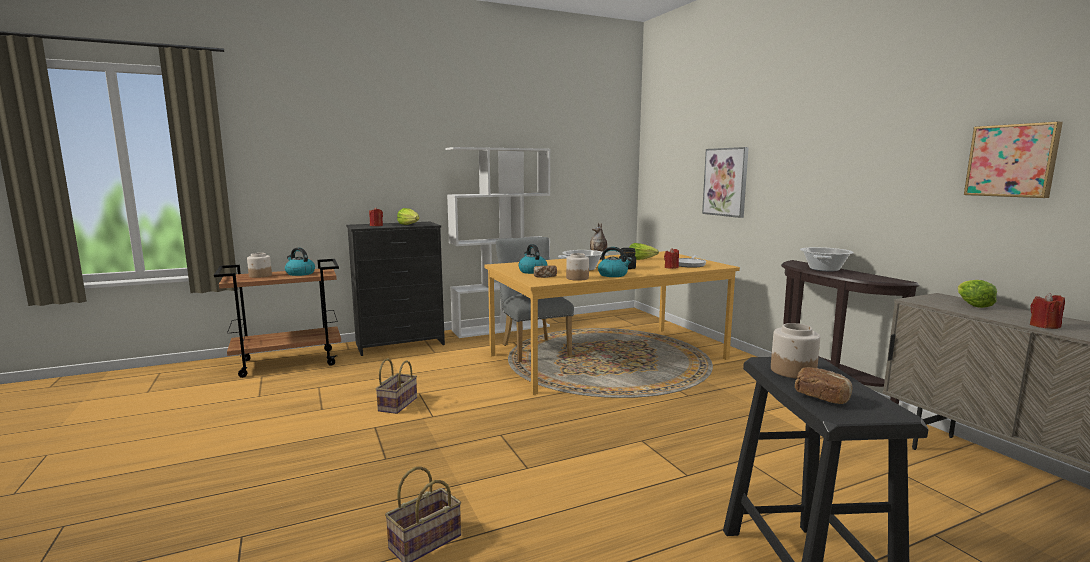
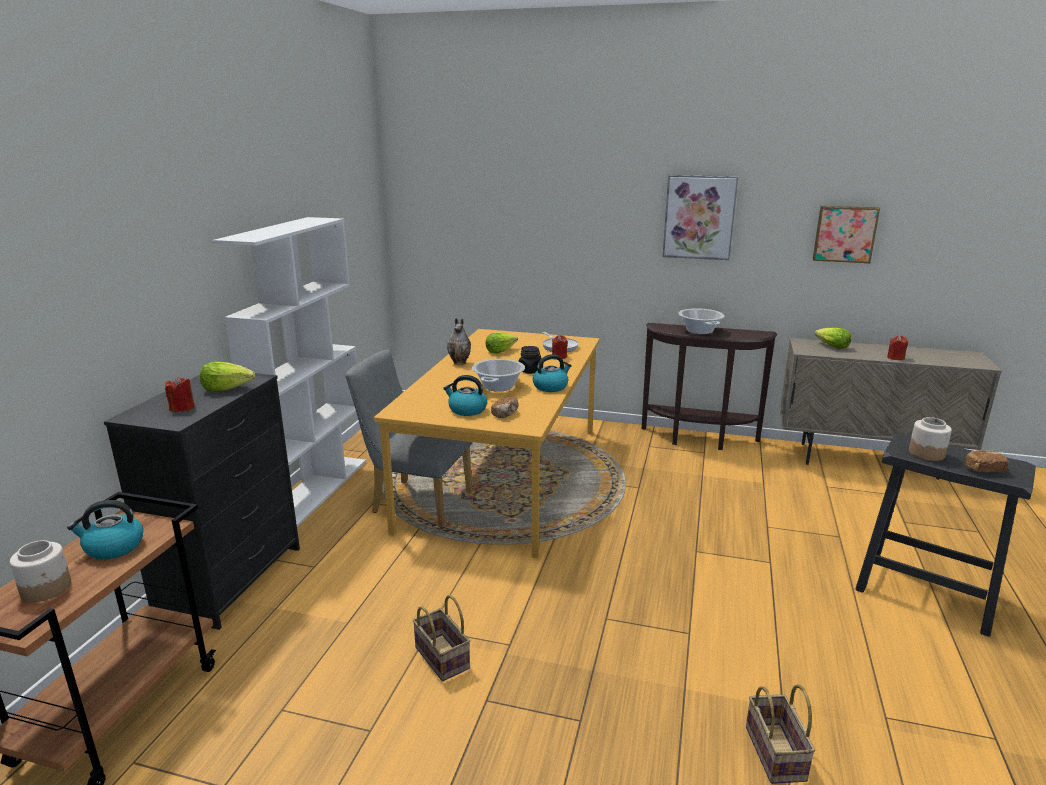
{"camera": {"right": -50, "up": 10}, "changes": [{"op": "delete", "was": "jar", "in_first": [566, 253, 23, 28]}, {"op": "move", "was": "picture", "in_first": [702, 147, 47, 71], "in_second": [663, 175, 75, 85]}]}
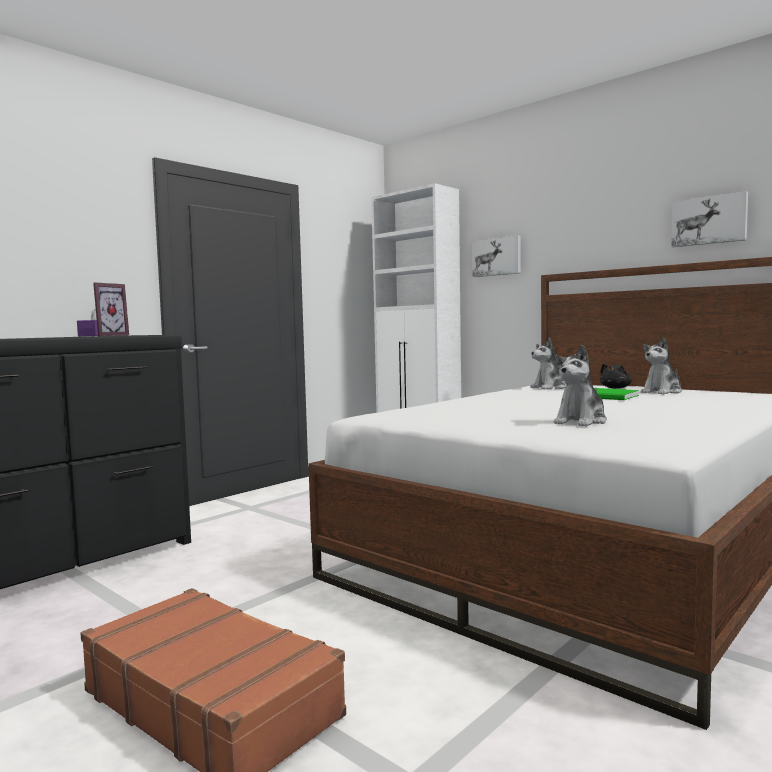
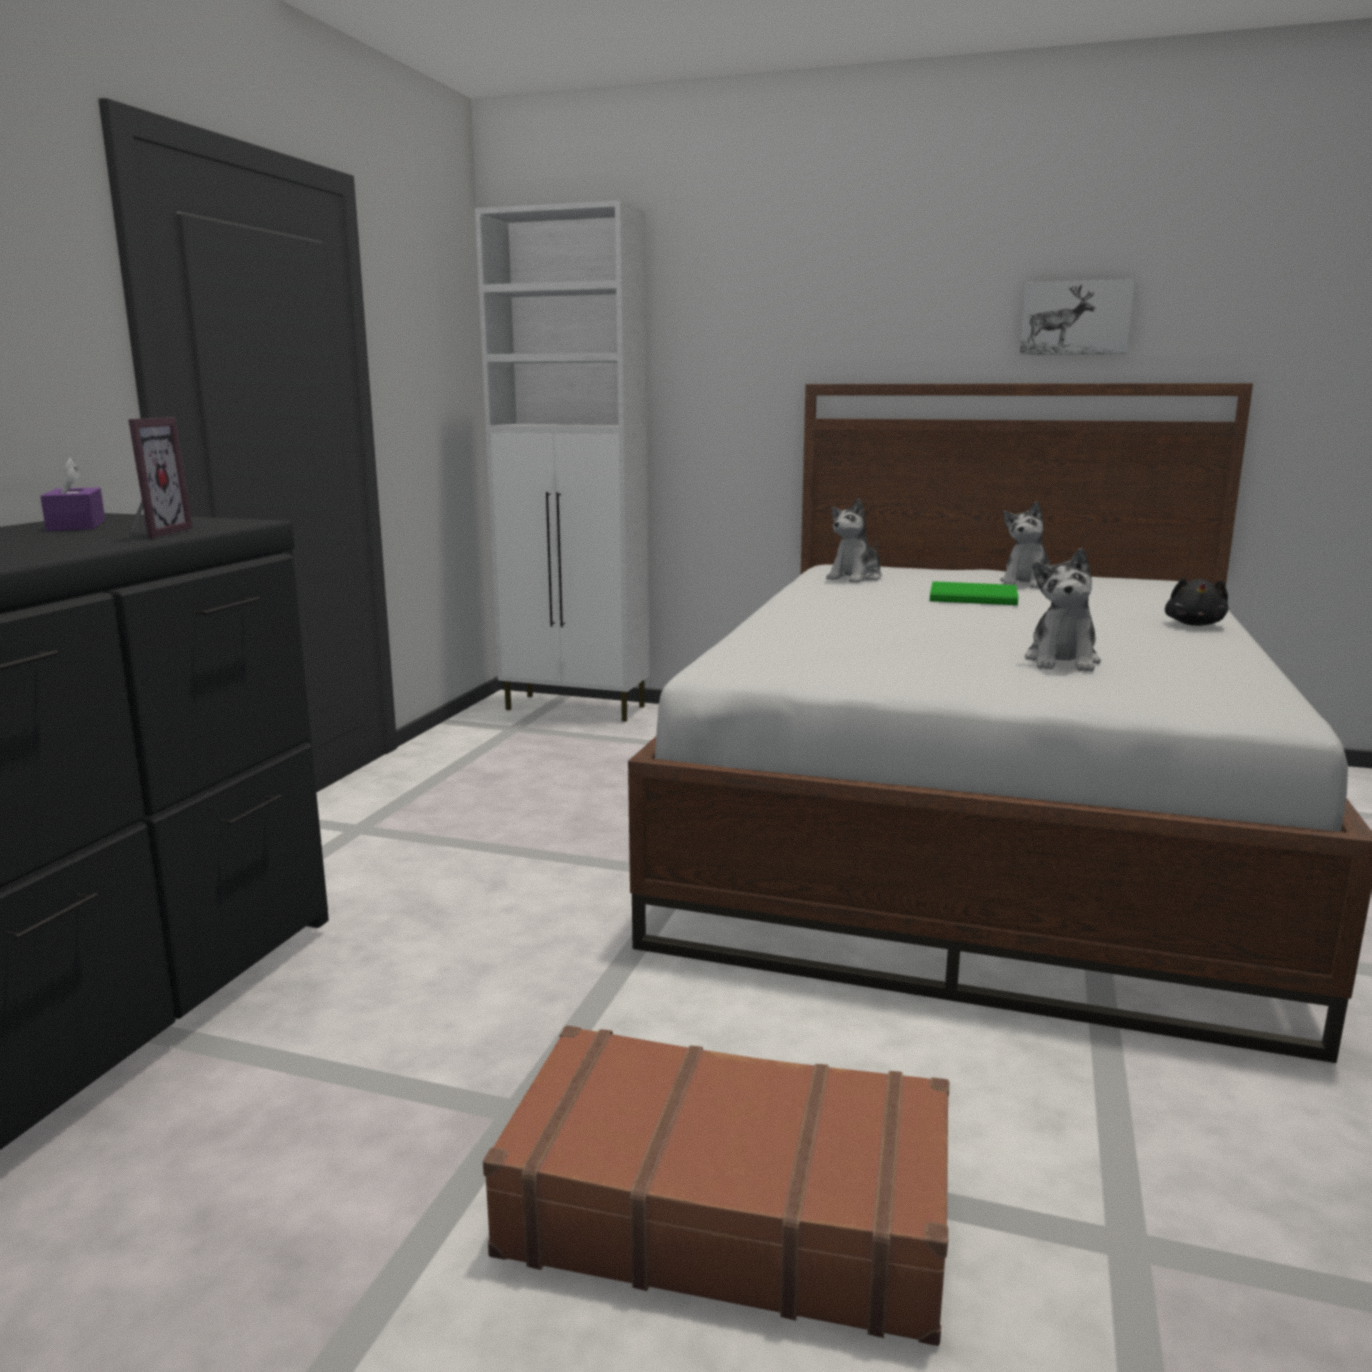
{"camera": {"right": -25, "up": 10}, "changes": [{"op": "delete", "was": "picture", "in_first": [472, 235, 49, 42]}, {"op": "move", "was": "black plush toy", "in_first": [600, 363, 32, 26], "in_second": [1165, 577, 63, 49]}]}
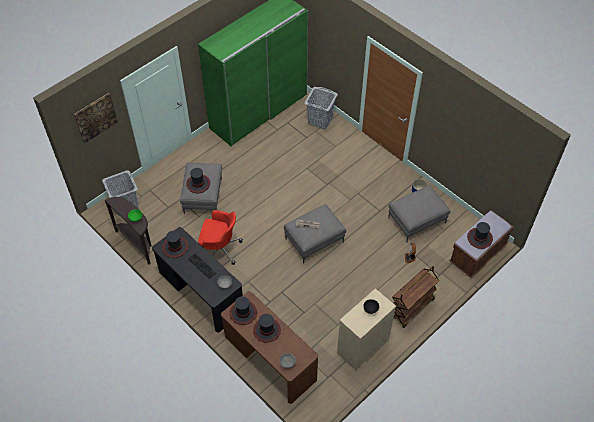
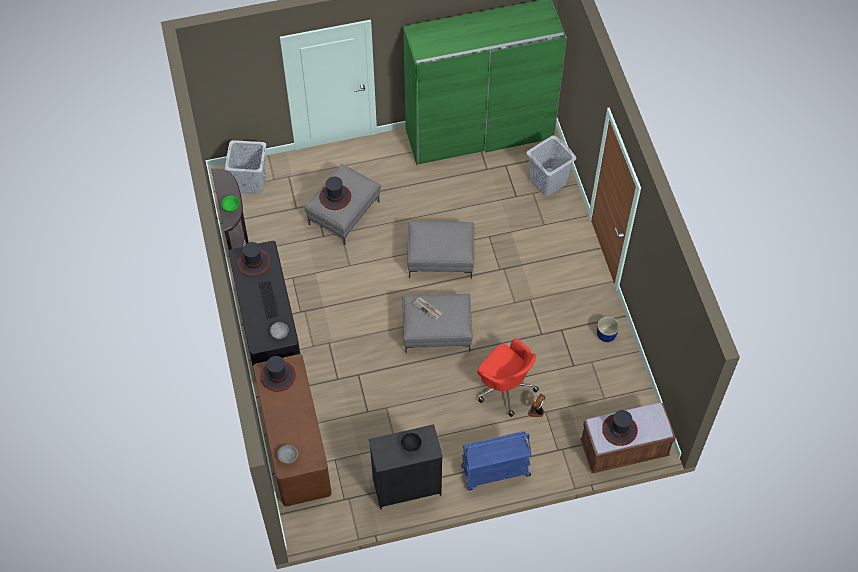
{"camera": {"right": 30, "up": 5}, "changes": [{"op": "delete", "was": "picture", "in_first": [74, 93, 44, 50]}, {"op": "move", "was": "red office chair", "in_first": [198, 210, 45, 55], "in_second": [477, 338, 62, 79]}, {"op": "delete", "was": "hat", "in_first": [253, 314, 28, 29]}, {"op": "recolor", "was": "beige dresser", "now": "black dresser", "in_first": [337, 288, 59, 83], "in_second": [369, 424, 74, 86]}, {"op": "move", "was": "grey ottoman", "in_first": [388, 185, 63, 57], "in_second": [407, 221, 67, 58]}, {"op": "recolor", "was": "brown cart", "now": "blue cart", "in_first": [392, 266, 47, 62], "in_second": [461, 431, 71, 59]}]}
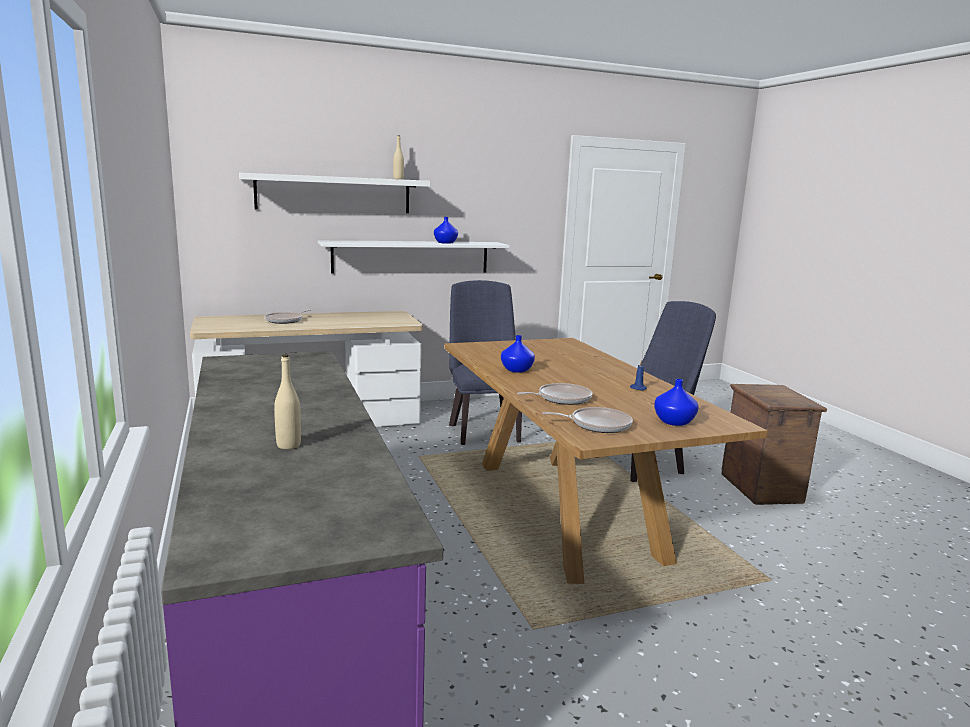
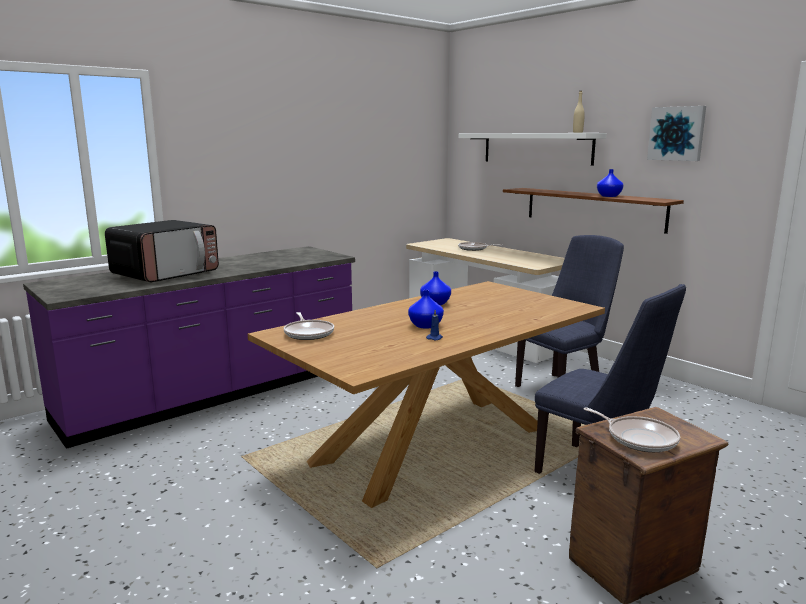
{"camera": {"right": 70, "up": 0}, "changes": [{"op": "replace", "was": "beige bottle", "now": "microwave", "in_first": [274, 354, 27, 95], "in_second": [105, 220, 114, 62]}, {"op": "recolor", "was": "white shelf", "now": "brown shelf", "in_first": [318, 240, 192, 33], "in_second": [503, 188, 181, 46]}, {"op": "move", "was": "frying pan", "in_first": [517, 383, 76, 22], "in_second": [584, 407, 96, 45]}, {"op": "move", "was": "blue vase", "in_first": [654, 379, 45, 47], "in_second": [408, 290, 36, 39]}, {"op": "insert", "now": "picture", "in_second": [647, 106, 59, 55]}]}
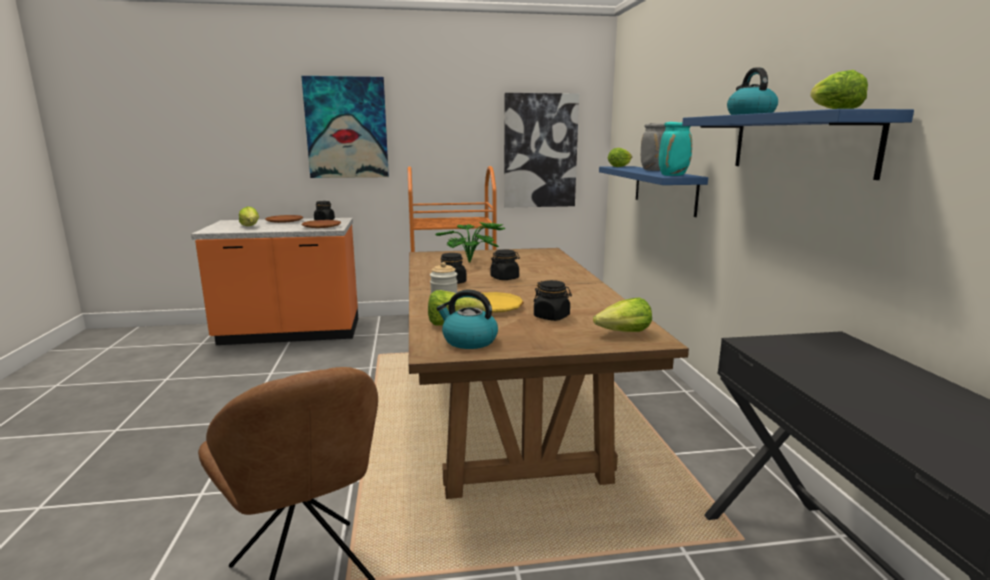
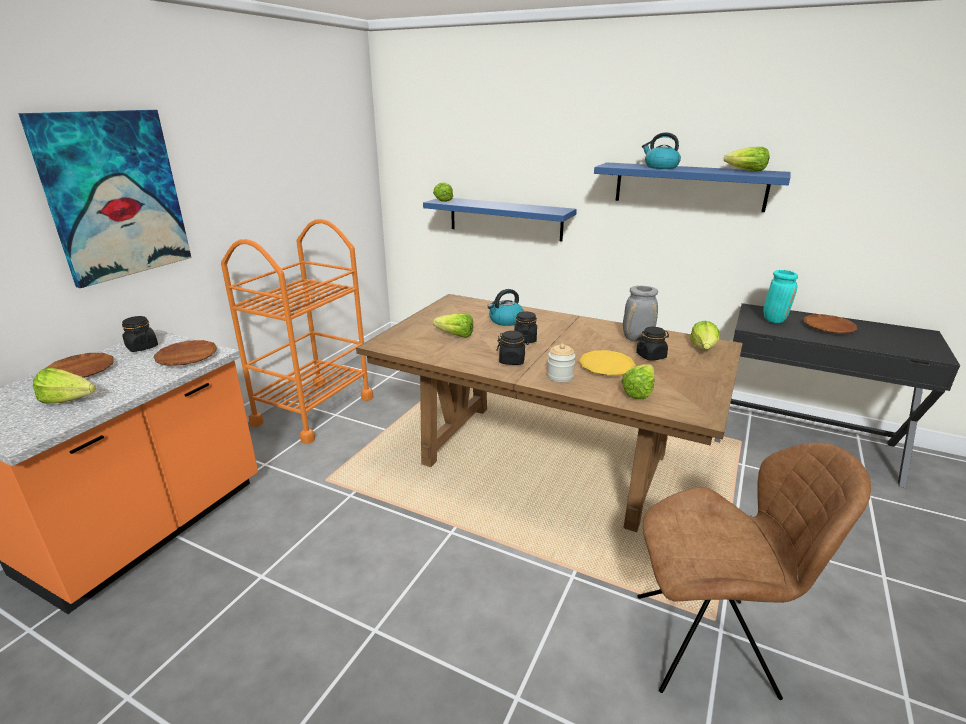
{"camera": {"right": -55, "up": 10}, "changes": [{"op": "replace", "was": "potted plant", "now": "lettuce", "in_first": [435, 222, 70, 41], "in_second": [433, 313, 40, 25]}, {"op": "move", "was": "kettle", "in_first": [436, 290, 62, 59], "in_second": [488, 289, 36, 37]}, {"op": "delete", "was": "picture", "in_first": [504, 93, 75, 115]}, {"op": "move", "was": "grey vase", "in_first": [641, 123, 25, 48], "in_second": [623, 286, 35, 55]}, {"op": "move", "was": "turquoise vase", "in_first": [659, 122, 33, 54], "in_second": [763, 270, 35, 53]}, {"op": "insert", "now": "brown plate", "in_second": [804, 314, 53, 19]}]}
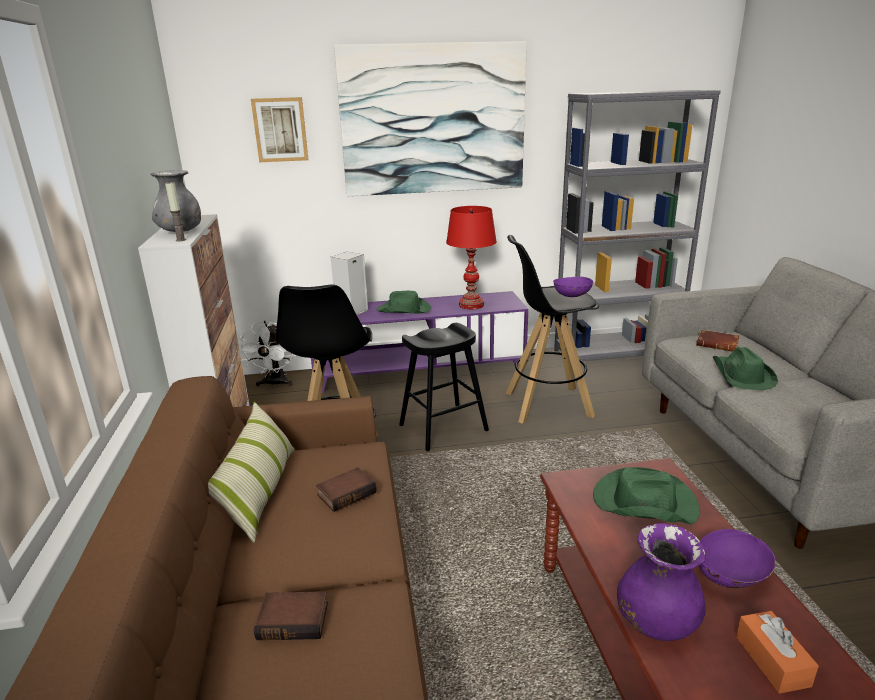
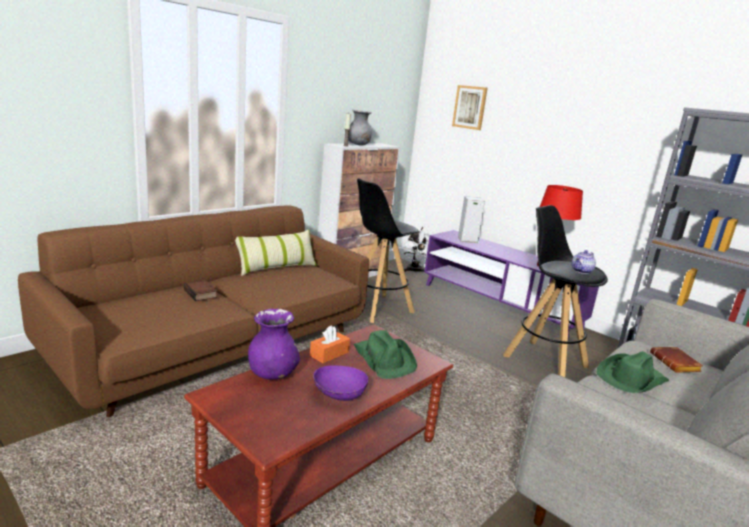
{"camera": {"right": 50, "up": -5}, "changes": [{"op": "rotate", "was": "white fan", "in_first": [240, 321, 53, 66], "in_second": [402, 227, 32, 46], "clockwise": -60}, {"op": "delete", "was": "book", "in_first": [316, 467, 61, 45]}, {"op": "delete", "was": "picture", "in_first": [334, 41, 193, 155]}, {"op": "delete", "was": "green hat", "in_first": [376, 291, 55, 23]}, {"op": "delete", "was": "black stool", "in_first": [399, 323, 90, 128]}, {"op": "replace", "was": "purple bowl", "now": "teapot", "in_first": [553, 277, 40, 20], "in_second": [572, 250, 24, 24]}, {"op": "move", "was": "orange tissue box", "in_first": [736, 611, 83, 82], "in_second": [310, 325, 40, 38]}]}
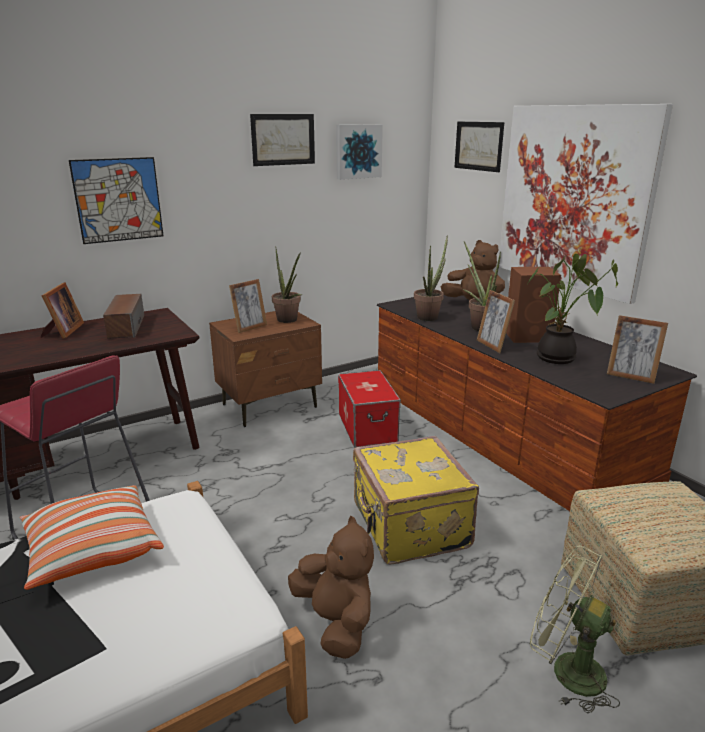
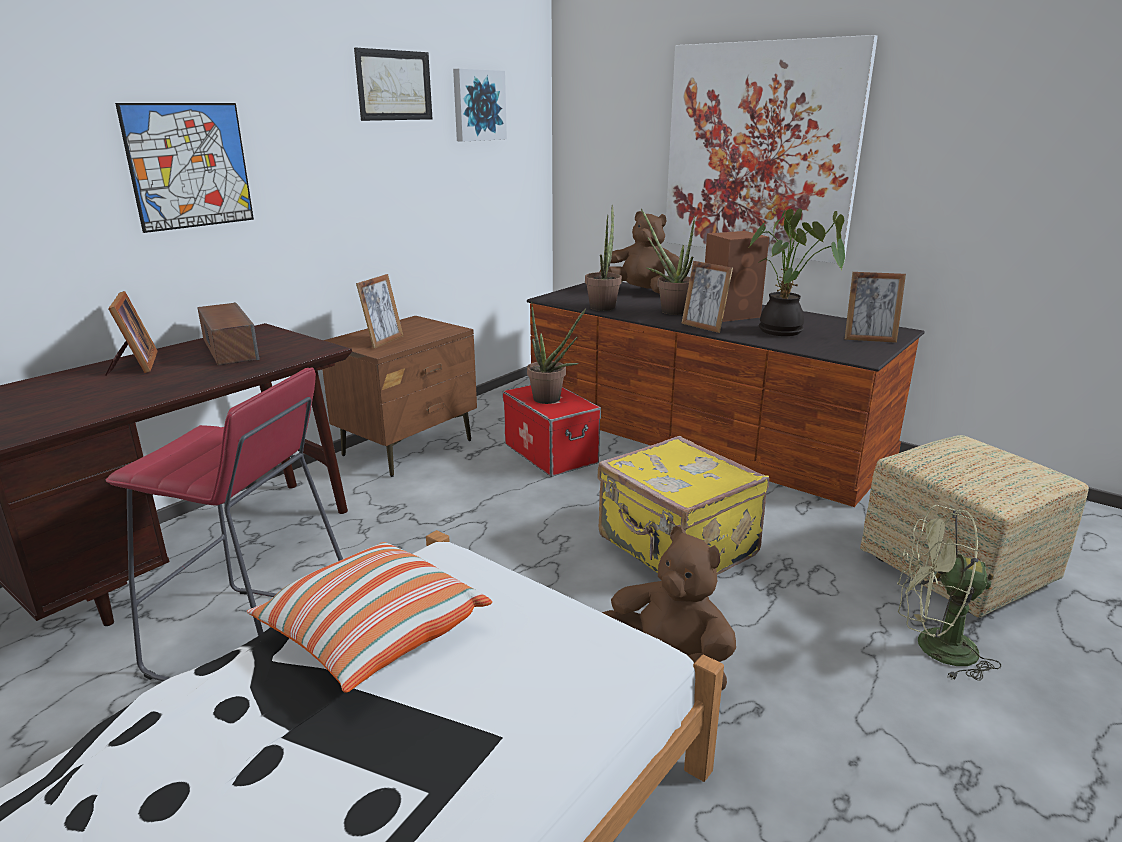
{"camera": {"right": -20, "up": 0}, "changes": [{"op": "move", "was": "potted plant", "in_first": [272, 246, 30, 77], "in_second": [527, 302, 59, 102]}, {"op": "delete", "was": "picture", "in_first": [454, 122, 50, 50]}]}
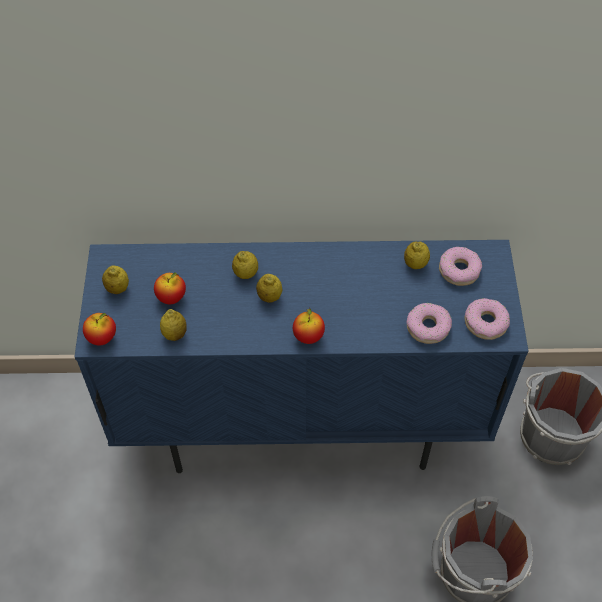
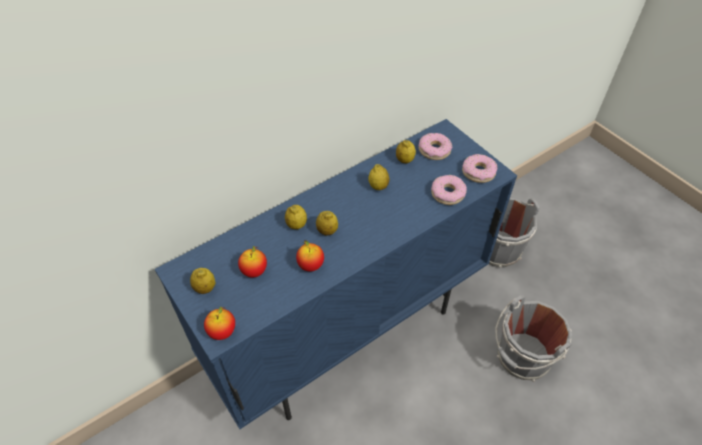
{"camera": {"right": -35, "up": -5}, "changes": [{"op": "move", "was": "lemon", "in_first": [160, 309, 27, 32], "in_second": [369, 164, 20, 26]}, {"op": "move", "was": "apple", "in_first": [293, 308, 32, 36], "in_second": [296, 240, 28, 32]}]}
